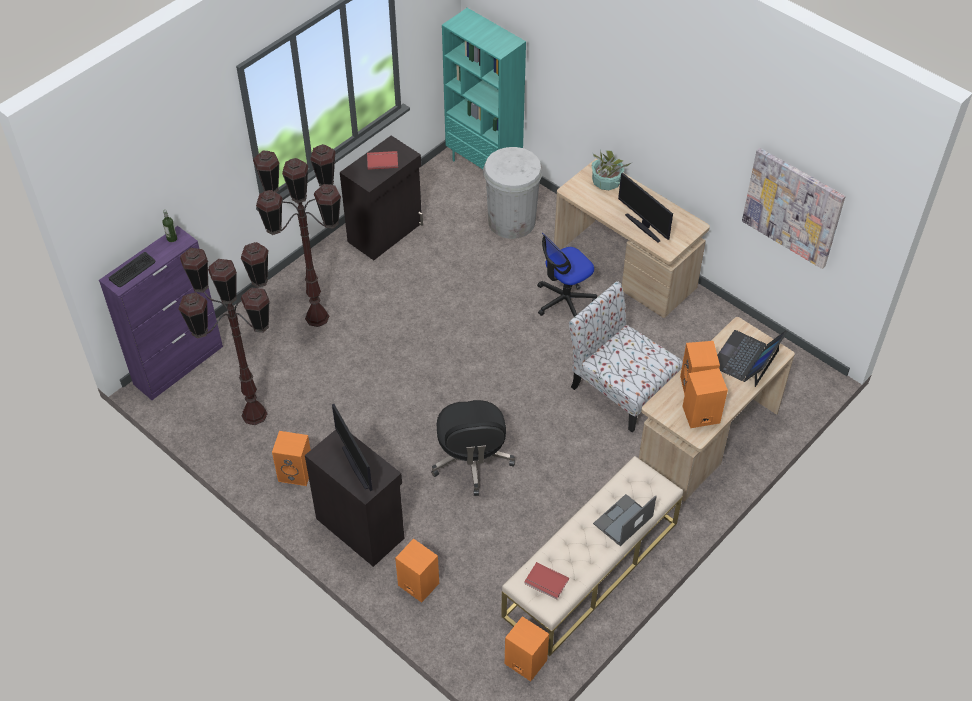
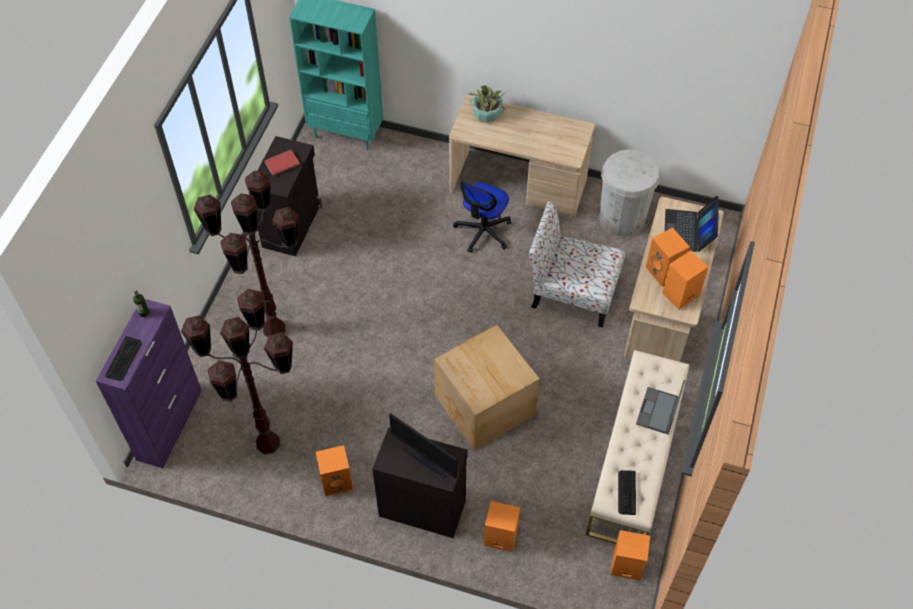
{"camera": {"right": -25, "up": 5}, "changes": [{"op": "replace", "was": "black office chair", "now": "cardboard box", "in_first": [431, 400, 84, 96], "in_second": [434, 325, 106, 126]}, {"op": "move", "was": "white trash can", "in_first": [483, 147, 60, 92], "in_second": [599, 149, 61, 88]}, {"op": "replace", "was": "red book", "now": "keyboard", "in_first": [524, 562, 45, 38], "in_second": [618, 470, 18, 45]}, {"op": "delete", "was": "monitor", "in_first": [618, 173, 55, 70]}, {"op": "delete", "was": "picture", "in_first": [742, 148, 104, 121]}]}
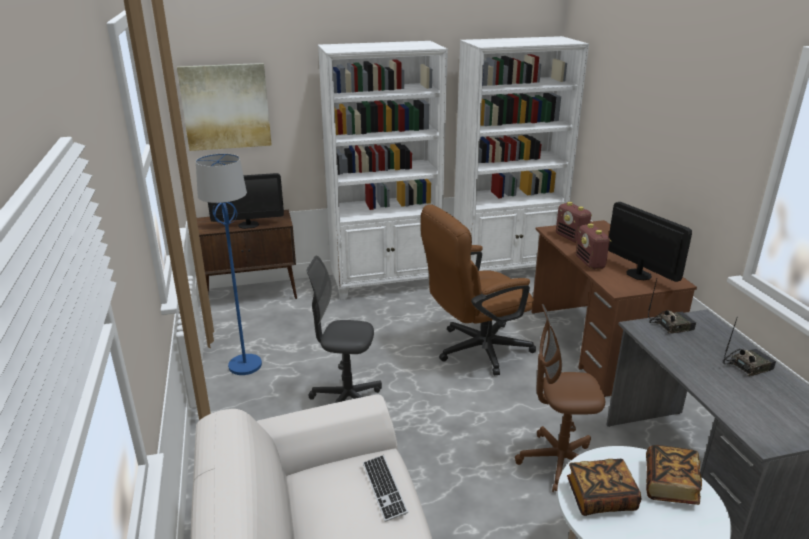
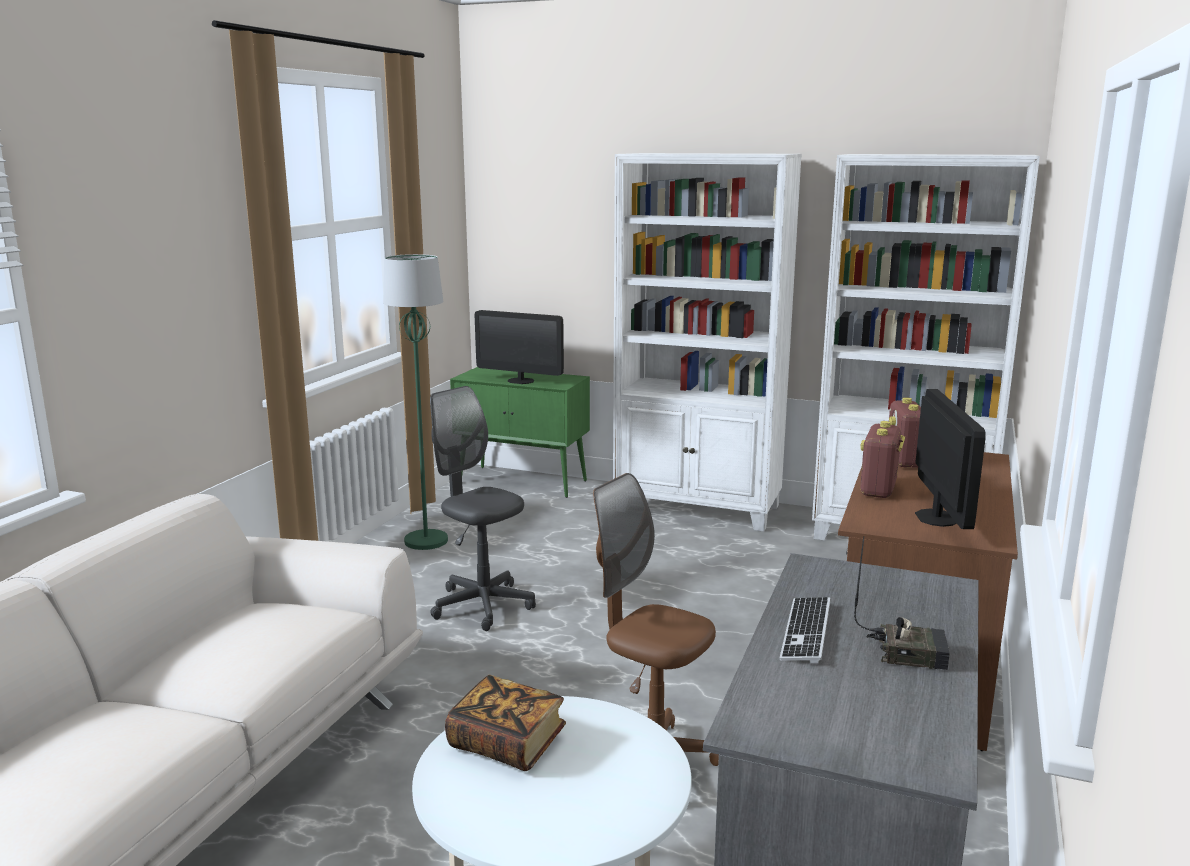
{"camera": {"right": 35, "up": -10}, "changes": [{"op": "delete", "was": "picture", "in_first": [177, 63, 95, 88]}, {"op": "recolor", "was": "blue floor lamp", "now": "green floor lamp", "in_first": [196, 154, 66, 221], "in_second": [383, 254, 65, 296]}, {"op": "recolor", "was": "brown cabinet", "now": "green cabinet", "in_first": [197, 210, 100, 89], "in_second": [450, 367, 140, 131]}, {"op": "move", "was": "keyboard", "in_first": [363, 455, 45, 67], "in_second": [780, 597, 51, 66]}, {"op": "delete", "was": "brown office chair", "in_first": [421, 204, 115, 171]}, {"op": "delete", "was": "book", "in_first": [646, 445, 56, 60]}, {"op": "delete", "was": "radio", "in_first": [648, 279, 48, 55]}]}
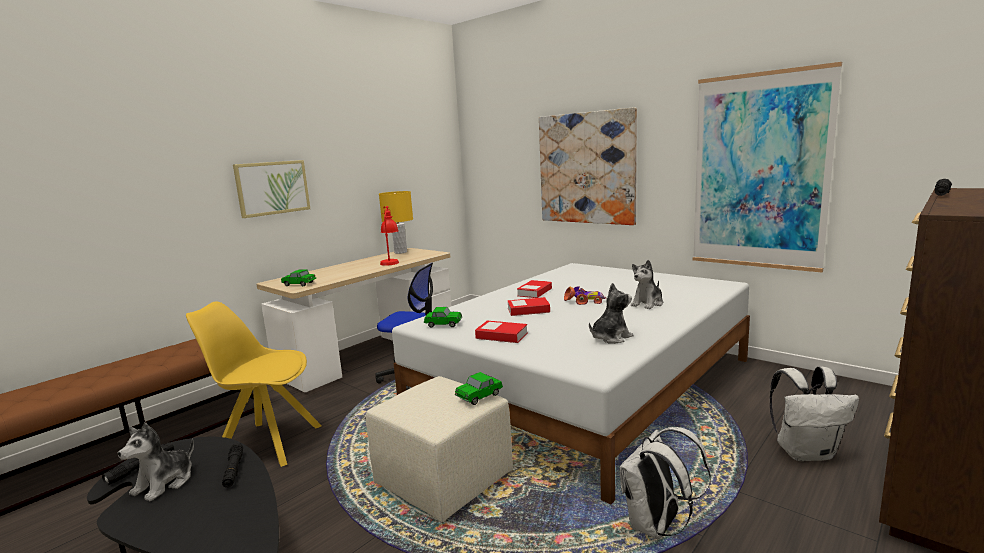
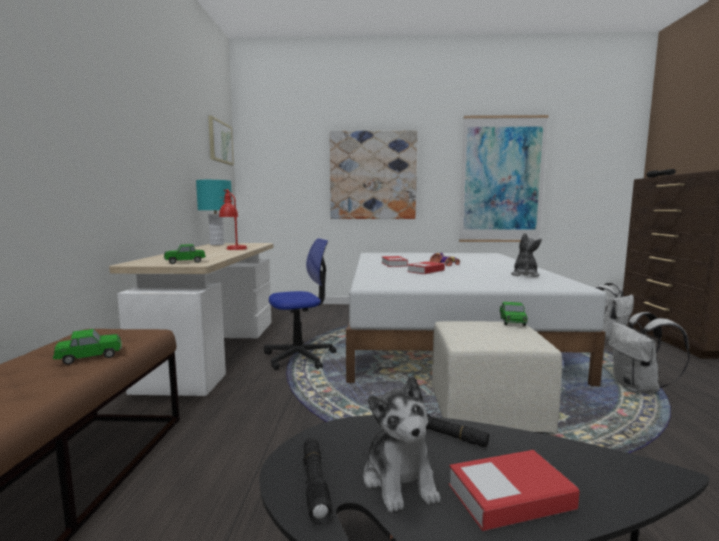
{"camera": {"right": -40, "up": -5}, "changes": [{"op": "delete", "was": "yellow chair", "in_first": [186, 301, 136, 166]}, {"op": "move", "was": "picture", "in_first": [233, 160, 77, 58], "in_second": [208, 116, 26, 49]}, {"op": "recolor", "was": "yellow table lamp", "now": "turquoise table lamp", "in_first": [379, 191, 34, 63], "in_second": [196, 180, 36, 65]}, {"op": "move", "was": "toy car", "in_first": [424, 307, 38, 21], "in_second": [53, 329, 69, 36]}, {"op": "move", "was": "book", "in_first": [475, 321, 53, 22], "in_second": [449, 450, 131, 81]}, {"op": "delete", "was": "plush toy", "in_first": [631, 260, 32, 49]}]}
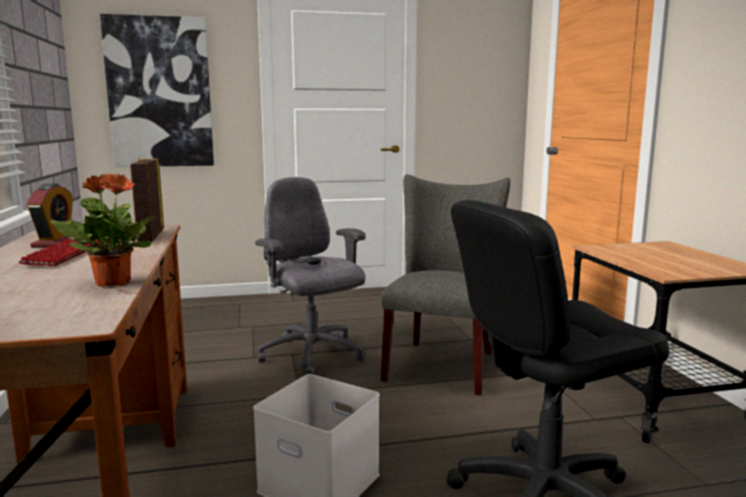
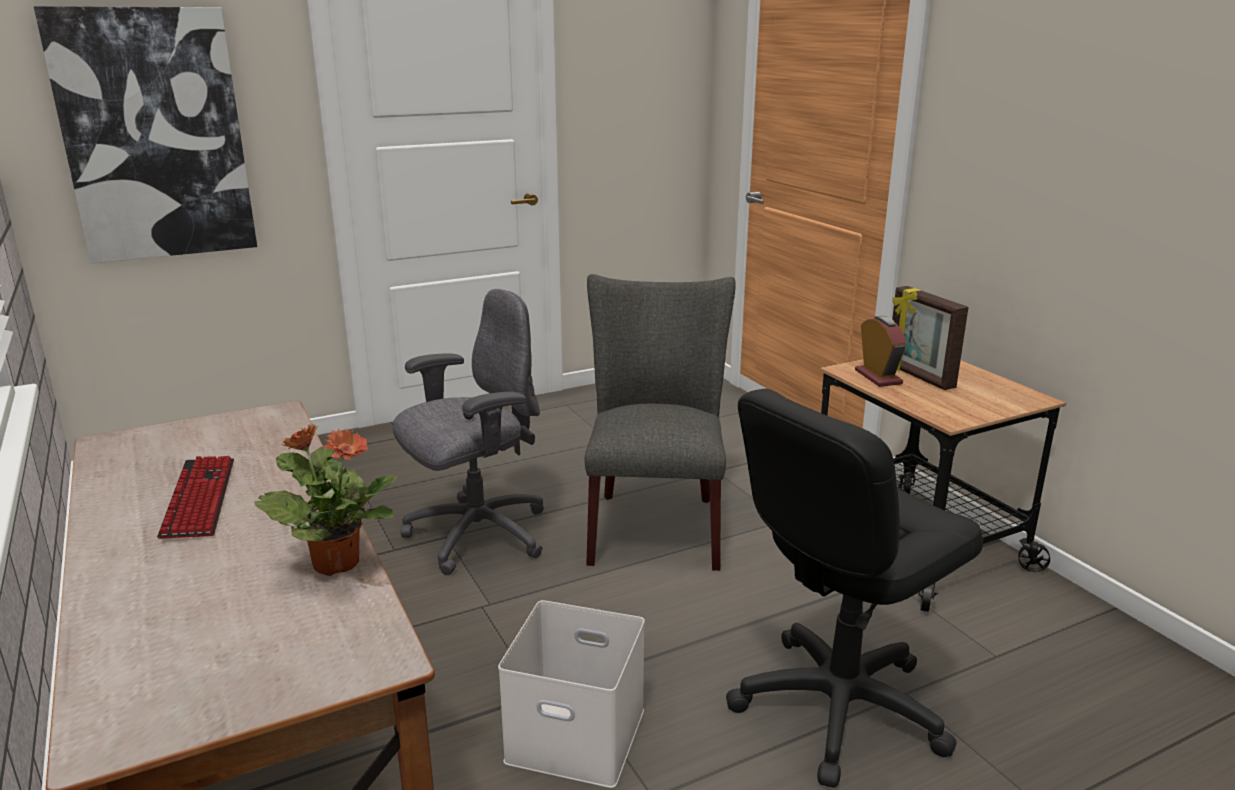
{"camera": {"right": -15, "up": 10}, "changes": [{"op": "move", "was": "alarm clock", "in_first": [27, 184, 46, 64], "in_second": [855, 316, 52, 71]}, {"op": "move", "was": "picture frame", "in_first": [130, 157, 34, 85], "in_second": [892, 286, 77, 104]}, {"op": "rotate", "was": "grey office chair", "in_first": [255, 177, 111, 198], "in_second": [392, 289, 152, 286], "clockwise": 105}]}
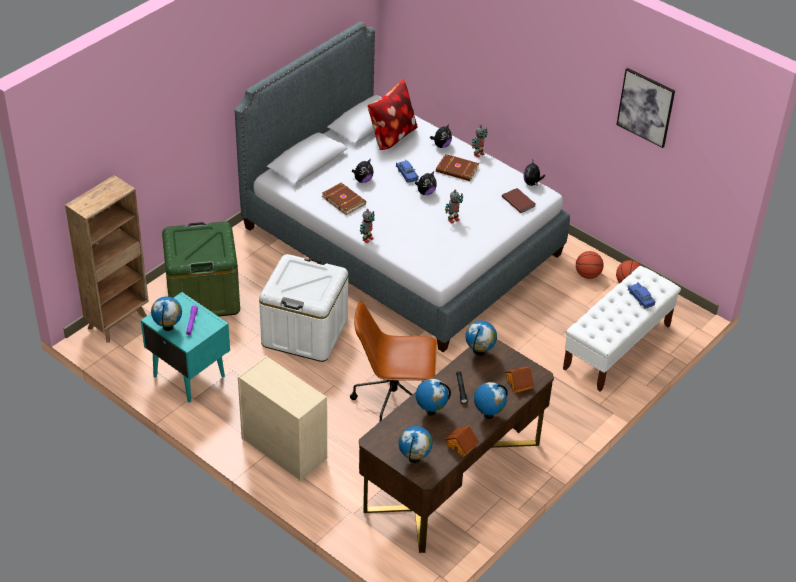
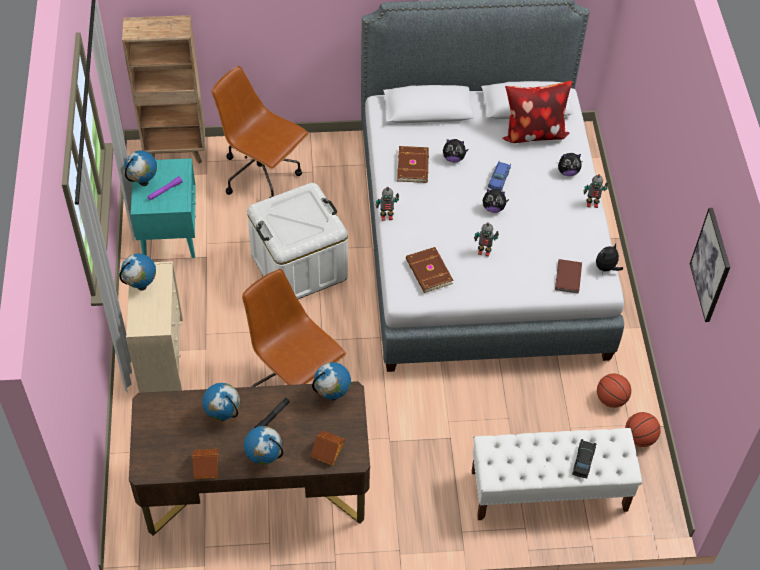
{"camera": {"right": 45, "up": 10}, "changes": [{"op": "replace", "was": "green storage box", "now": "brown office chair", "in_first": [162, 221, 78, 96], "in_second": [212, 66, 96, 132]}, {"op": "move", "was": "globe", "in_first": [399, 426, 33, 37], "in_second": [119, 254, 37, 37]}, {"op": "move", "was": "brown book", "in_first": [436, 154, 43, 27], "in_second": [406, 247, 47, 46]}, {"op": "recolor", "was": "blue toy car", "now": "black toy car", "in_first": [628, 282, 27, 26], "in_second": [572, 439, 24, 39]}]}
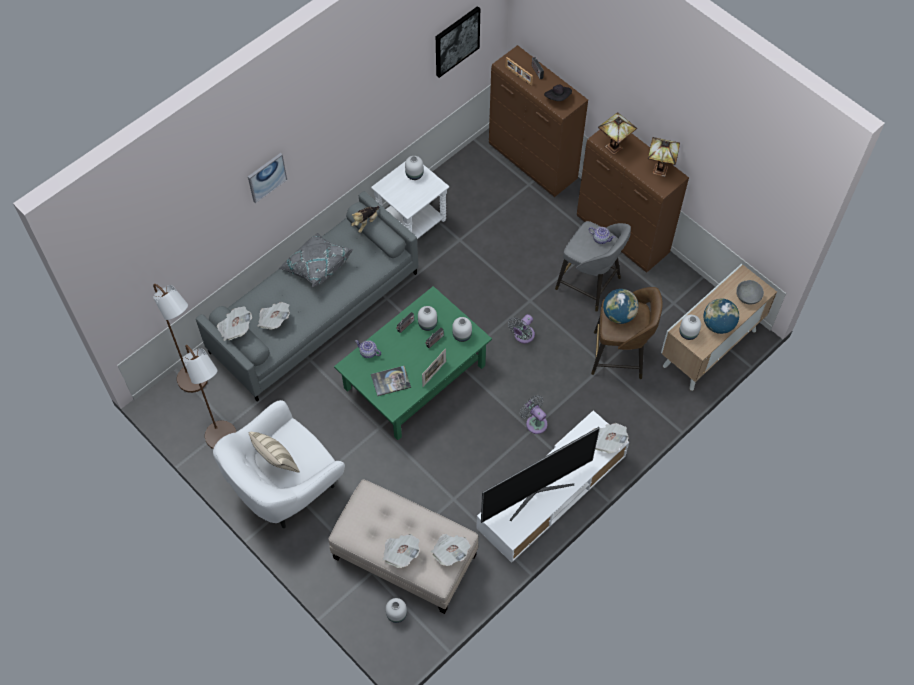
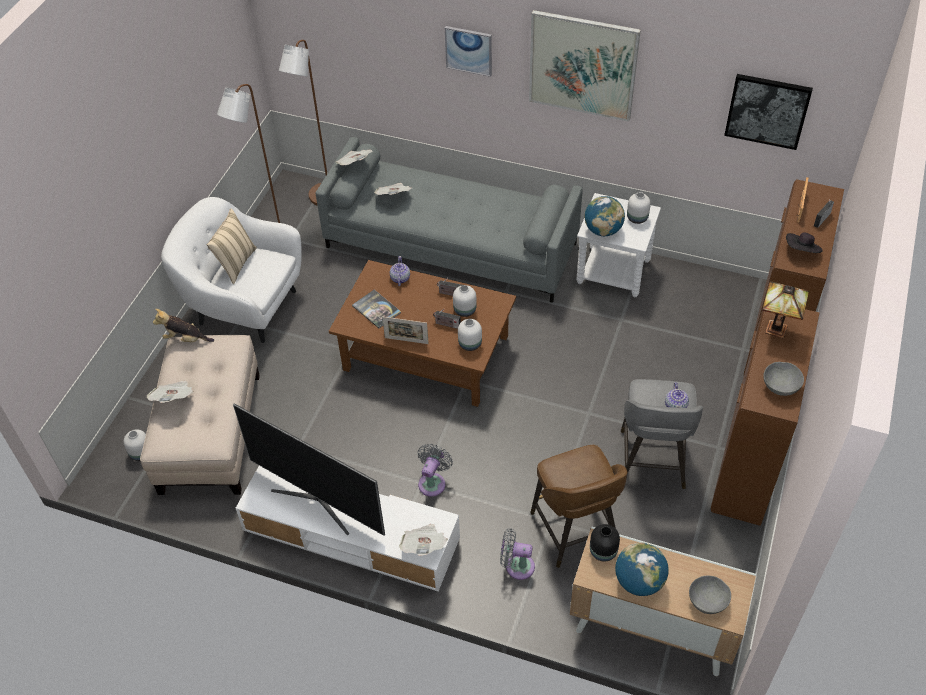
{"camera": {"right": 65, "up": -10}, "changes": [{"op": "delete", "was": "grey pillow", "in_first": [279, 233, 74, 54]}, {"op": "recolor", "was": "green coffee table", "now": "brown coffee table", "in_first": [334, 286, 158, 154], "in_second": [329, 260, 187, 147]}, {"op": "move", "was": "plush toy", "in_first": [351, 206, 28, 27], "in_second": [153, 309, 61, 33]}, {"op": "delete", "was": "newspaper", "in_first": [431, 533, 40, 33]}, {"op": "move", "was": "grey fan", "in_first": [508, 314, 27, 30], "in_second": [500, 528, 35, 52]}, {"op": "move", "was": "globe", "in_first": [603, 289, 36, 35], "in_second": [585, 196, 40, 40]}, {"op": "replace", "was": "table lamp", "now": "grey bowl", "in_first": [648, 137, 32, 40], "in_second": [763, 362, 41, 34]}, {"op": "recolor", "was": "white vase", "now": "black vase", "in_first": [679, 315, 22, 25], "in_second": [590, 524, 30, 38]}, {"op": "insert", "now": "picture", "in_second": [529, 10, 112, 112]}]}
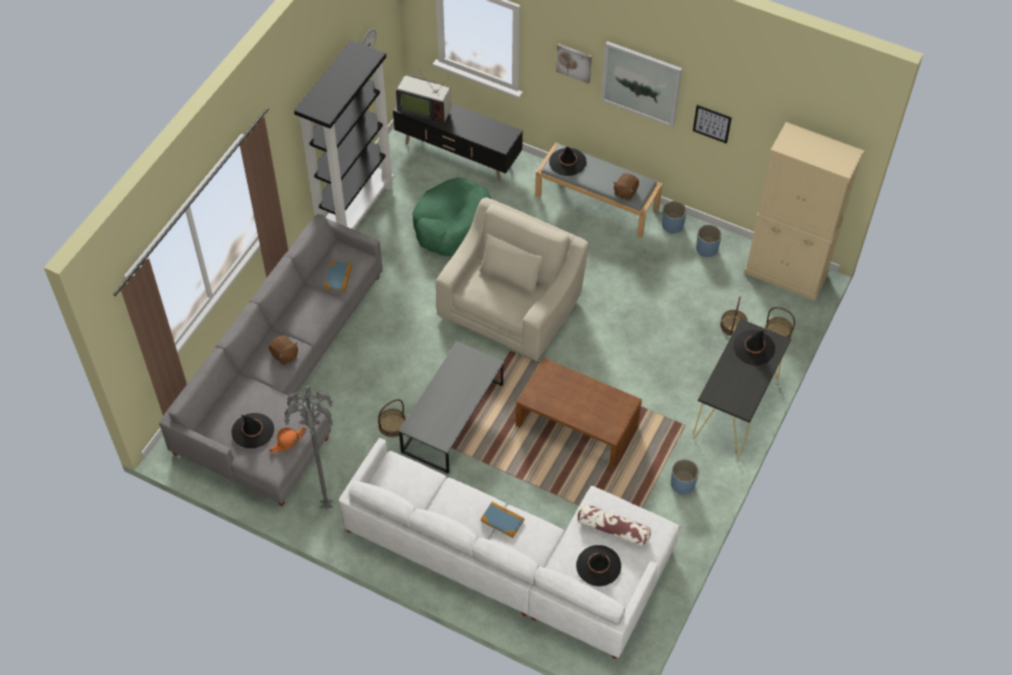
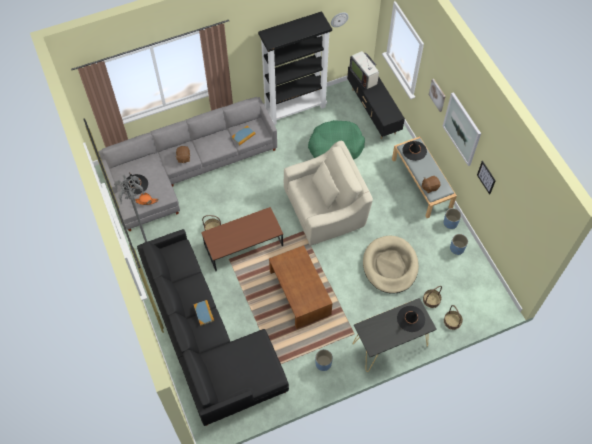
{"camera": {"right": 40, "up": 5}, "changes": [{"op": "recolor", "was": "white sofa", "now": "black sofa", "in_first": [339, 438, 341, 221], "in_second": [137, 229, 152, 197]}, {"op": "recolor", "was": "grey coffee table", "now": "brown coffee table", "in_first": [399, 341, 105, 133], "in_second": [201, 207, 82, 64]}, {"op": "delete", "was": "black hat", "in_first": [576, 545, 45, 41]}, {"op": "delete", "was": "pillow", "in_first": [578, 503, 73, 44]}, {"op": "delete", "was": "beige cabinet", "in_first": [744, 122, 120, 179]}, {"op": "insert", "now": "beige dog bed", "in_second": [363, 236, 56, 57]}]}
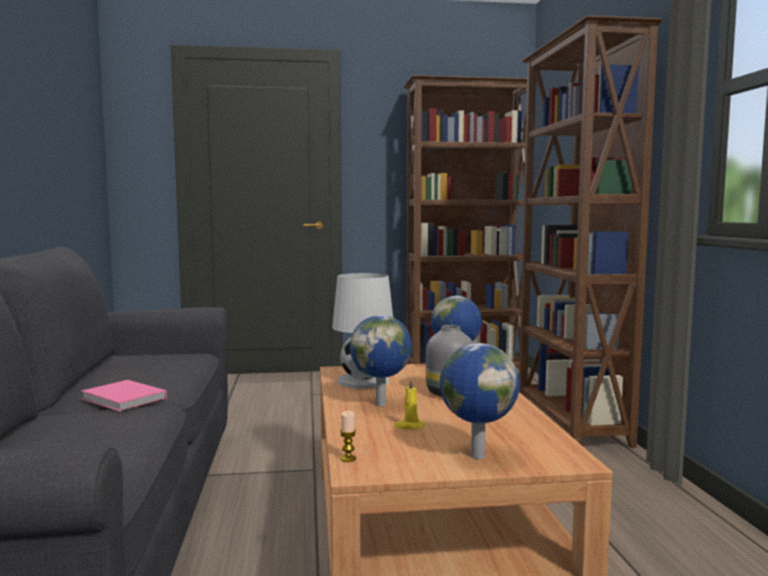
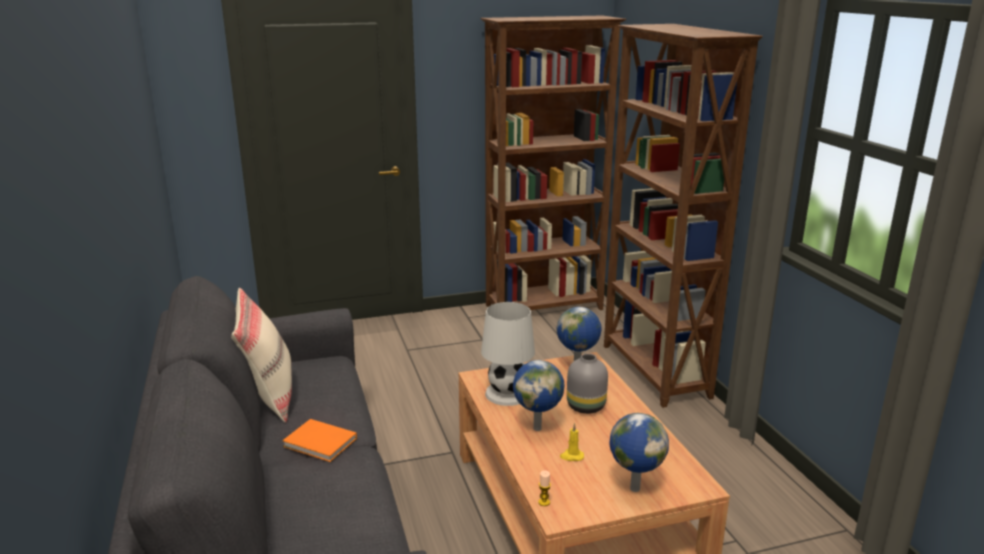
{"camera": {"right": -10, "up": 15}, "changes": [{"op": "recolor", "was": "pink book", "now": "orange book", "in_first": [81, 380, 86, 32], "in_second": [282, 419, 75, 43]}, {"op": "insert", "now": "beige pillow", "in_second": [231, 288, 61, 135]}]}
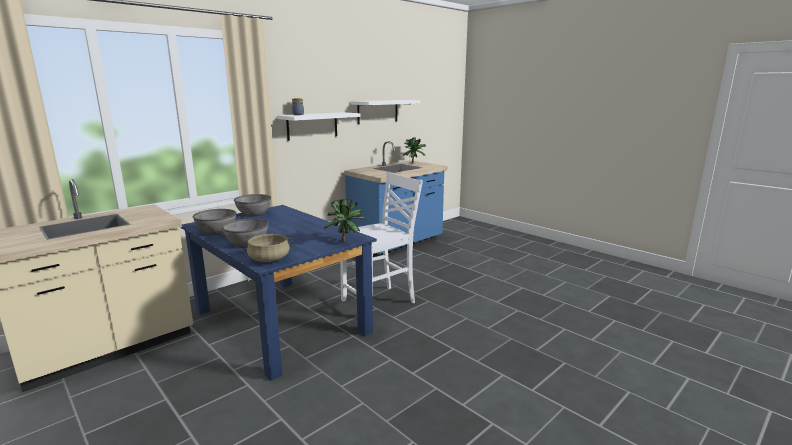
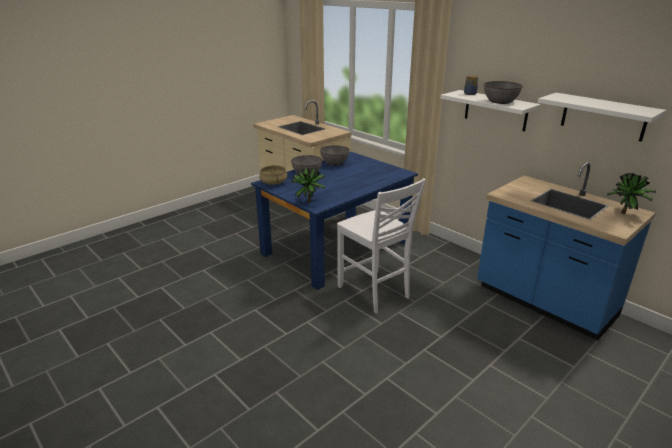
{"camera": {"right": 90, "up": 10}, "changes": [{"op": "move", "was": "grey bowl", "in_first": [234, 194, 37, 23], "in_second": [484, 81, 39, 23]}]}
